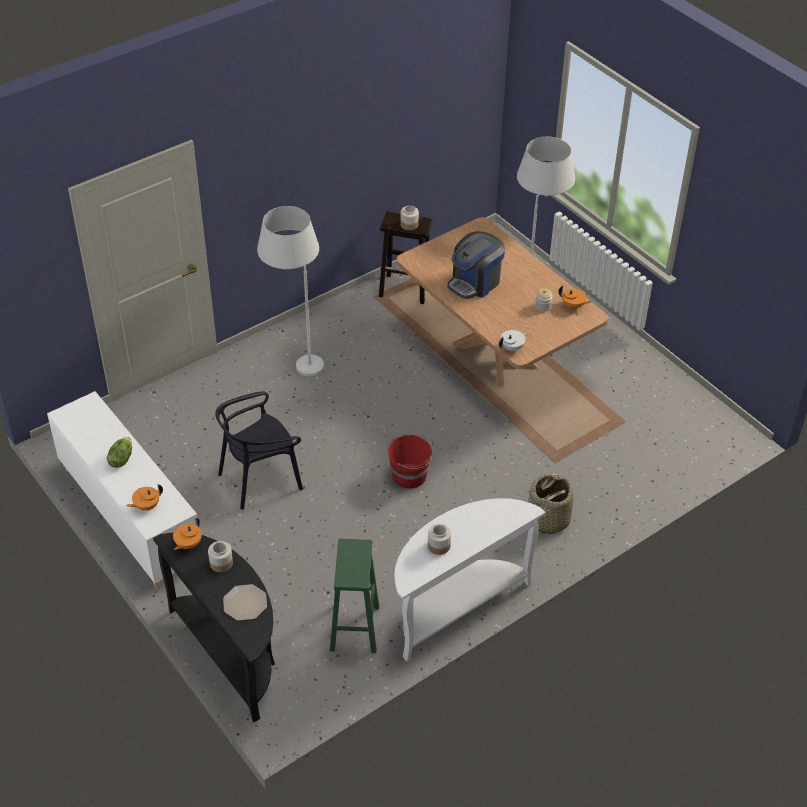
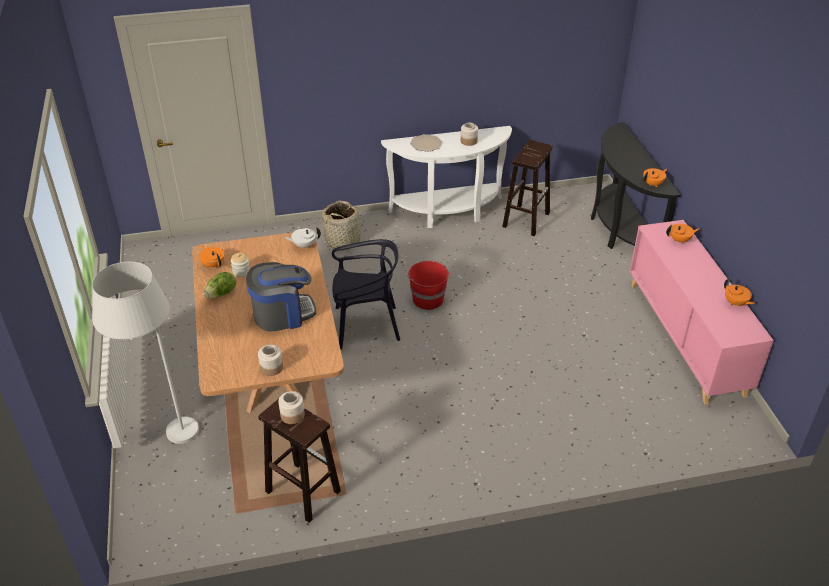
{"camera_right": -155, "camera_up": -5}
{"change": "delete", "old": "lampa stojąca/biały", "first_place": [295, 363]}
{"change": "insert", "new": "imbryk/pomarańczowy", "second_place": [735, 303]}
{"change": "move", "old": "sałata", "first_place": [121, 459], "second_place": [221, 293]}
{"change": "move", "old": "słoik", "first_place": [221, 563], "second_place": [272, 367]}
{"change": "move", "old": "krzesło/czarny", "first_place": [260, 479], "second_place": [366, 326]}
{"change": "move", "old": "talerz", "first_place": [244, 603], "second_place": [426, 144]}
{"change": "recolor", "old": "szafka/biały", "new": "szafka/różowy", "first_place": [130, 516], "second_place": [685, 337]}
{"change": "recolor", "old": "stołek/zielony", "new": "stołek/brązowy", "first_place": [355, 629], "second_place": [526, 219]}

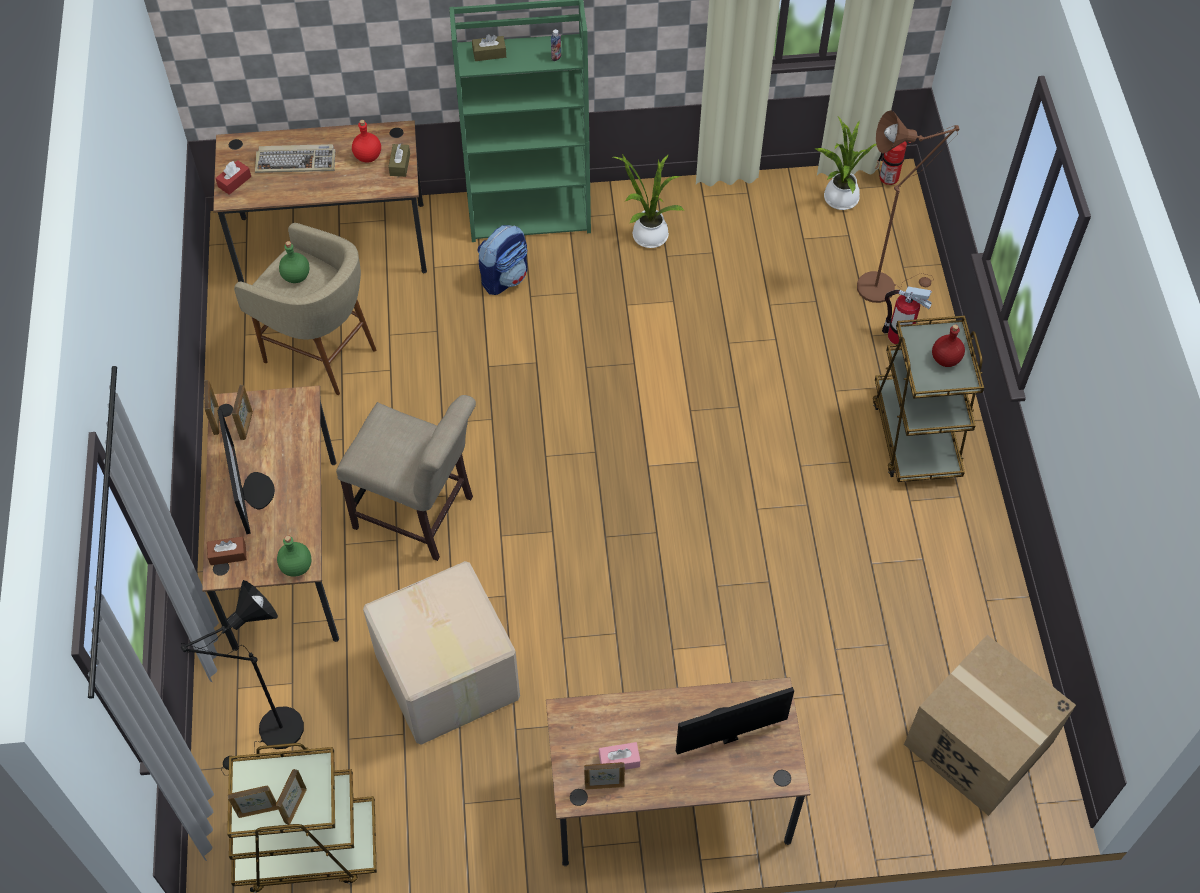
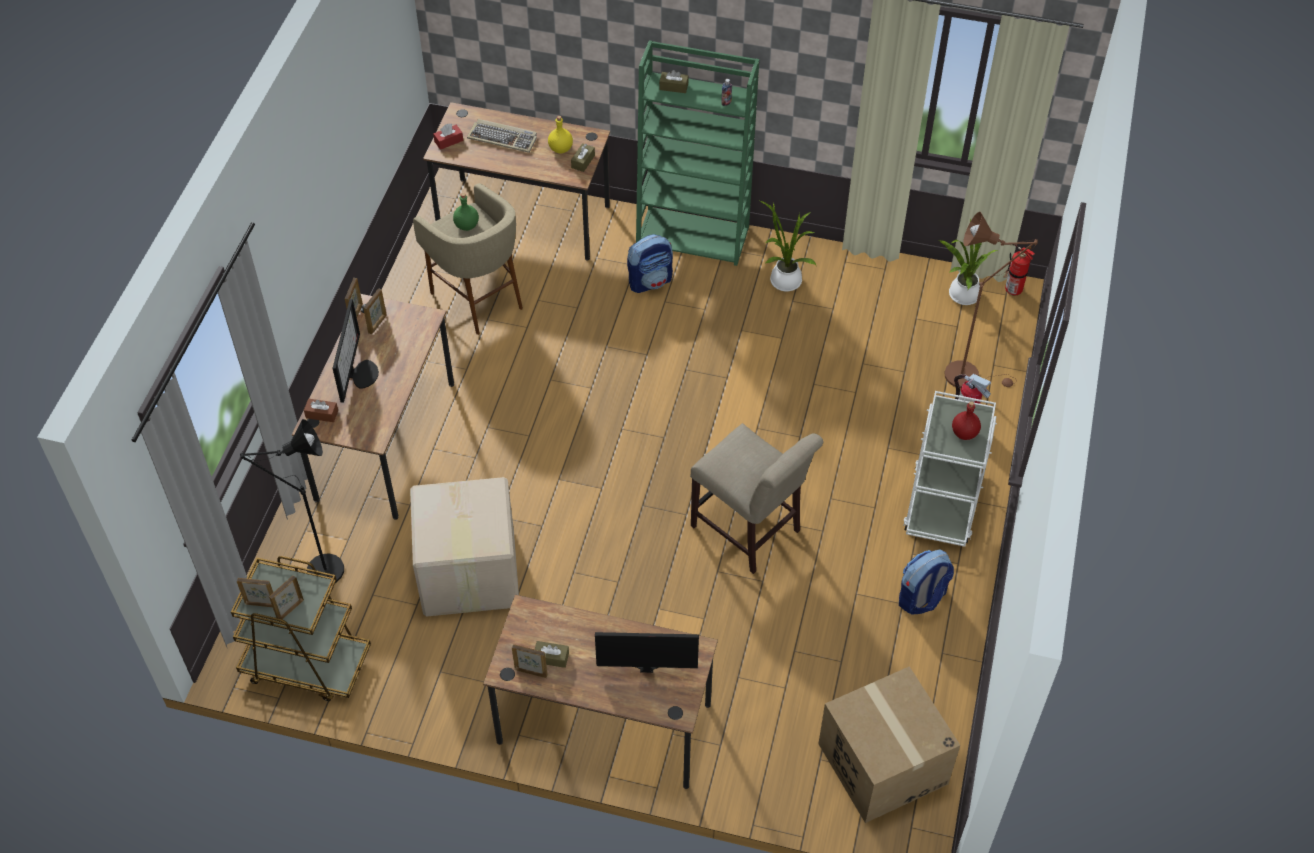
{"camera_right": 20, "camera_up": -5}
{"change": "delete", "old": "butelka/zielony", "first_place": [297, 566]}
{"change": "insert", "new": "plecak", "second_place": [921, 598]}
{"change": "move", "old": "krzesło/beżowy", "first_place": [419, 515], "second_place": [750, 532]}
{"change": "recolor", "old": "butelka/czerwony", "new": "butelka/żółty", "first_place": [368, 156], "second_place": [561, 148]}
{"change": "recolor", "old": "pudełko chusteczek/różowy", "new": "pudełko chusteczek/brązowy", "first_place": [619, 760], "second_place": [551, 657]}
{"change": "recolor", "old": "wózek/brązowy", "new": "wózek/biały", "first_place": [915, 435], "second_place": [942, 503]}

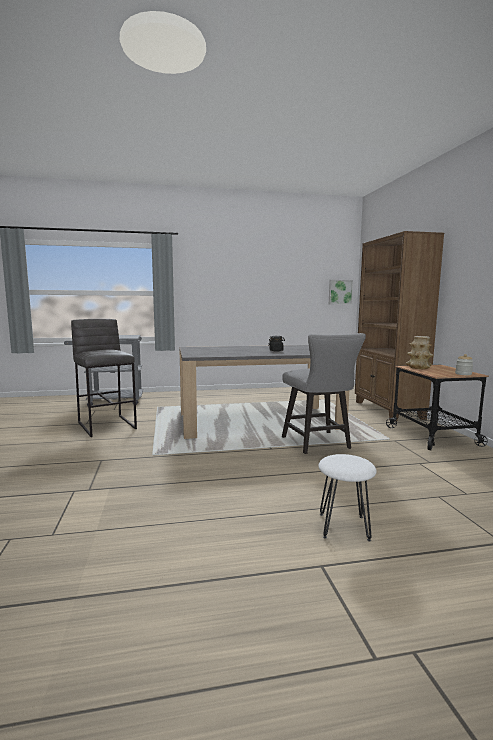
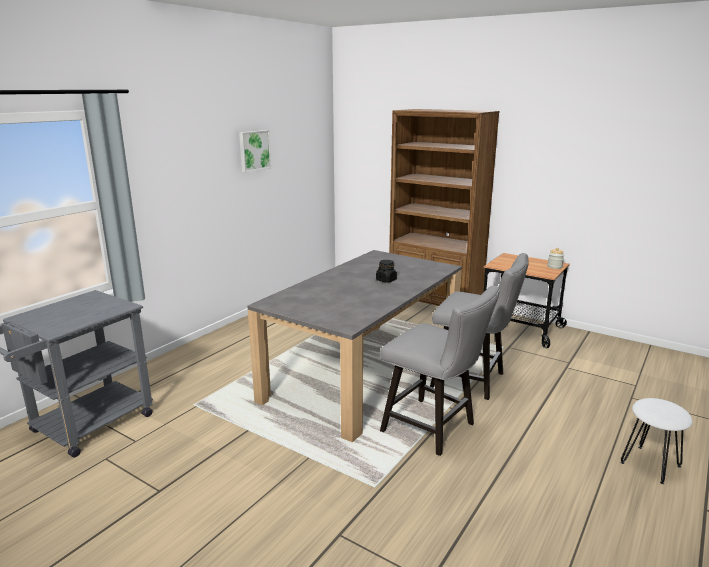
{"camera_right": -45, "camera_up": 10}
{"change": "delete", "old": "stołek/szary", "first_place": [107, 425]}
{"change": "delete", "old": "wazon", "first_place": [418, 368]}
{"change": "insert", "new": "krzesło/szary", "second_place": [434, 429]}
{"change": "move", "old": "obraz", "first_place": [340, 292], "second_place": [254, 150]}

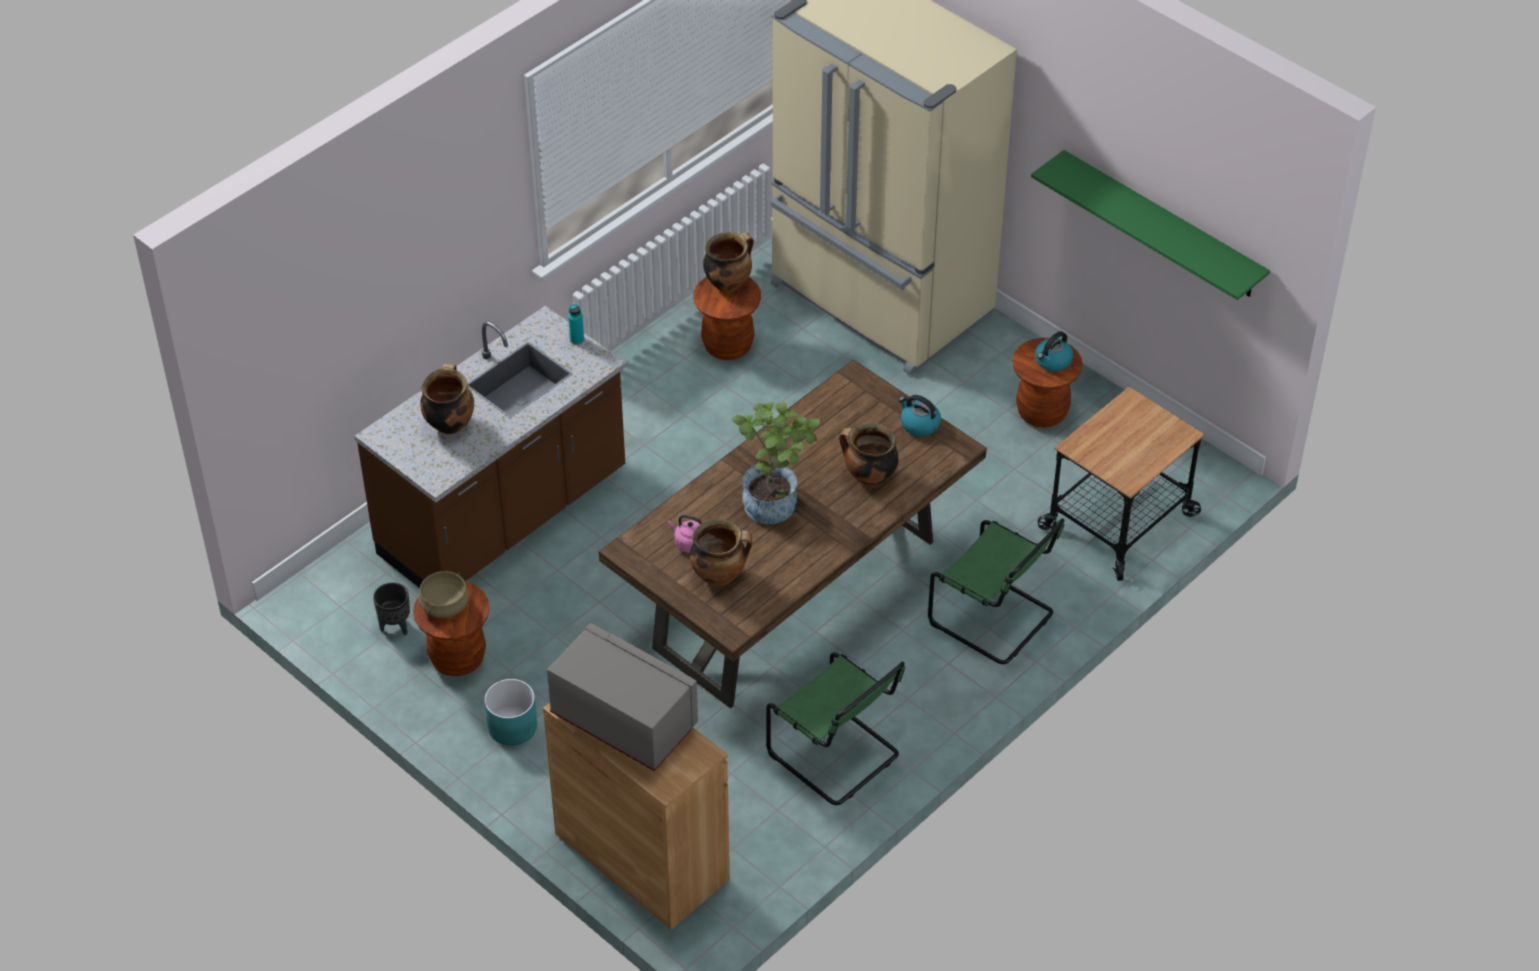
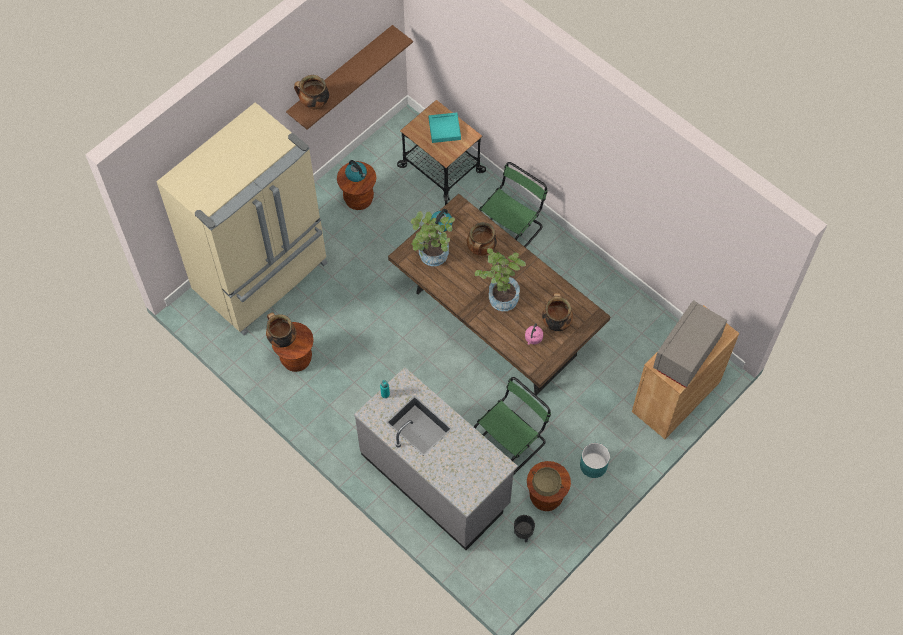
{"camera_right": -90, "camera_up": 15}
{"change": "insert", "new": "roślina doniczkowa", "second_place": [432, 258]}
{"change": "insert", "new": "taca/turkusowy", "second_place": [444, 129]}
{"change": "move", "old": "garnek", "first_place": [449, 423], "second_place": [314, 104]}
{"change": "move", "old": "krzesło/zielony", "first_place": [837, 756], "second_place": [511, 441]}
{"change": "recolor", "old": "zabudowa kuchenna/brązowy", "new": "zabudowa kuchenna/szary", "first_place": [504, 516], "second_place": [436, 479]}
{"change": "recolor", "old": "półka/zielony", "new": "półka/brązowy", "first_place": [1162, 225], "second_place": [341, 75]}

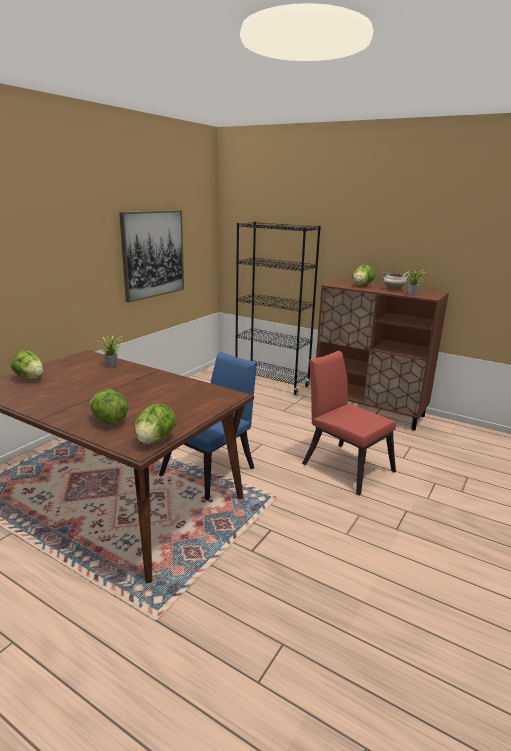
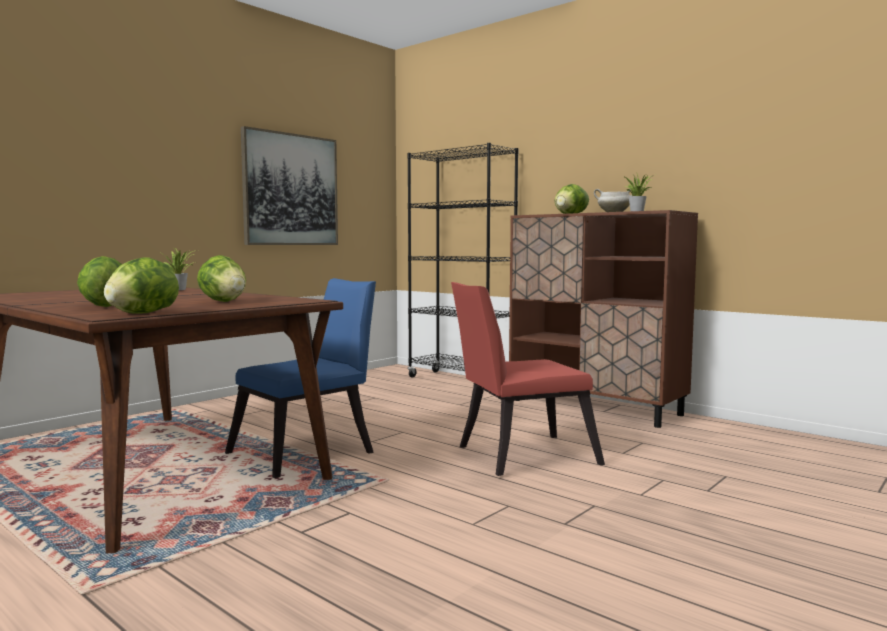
{"camera_right": 10, "camera_up": -15}
{"change": "move", "old": "sałata", "first_place": [30, 378], "second_place": [224, 301]}
{"change": "rotate", "old": "krzesło/czerwony", "first_place": [344, 465], "second_place": [518, 455], "degrees": -75}

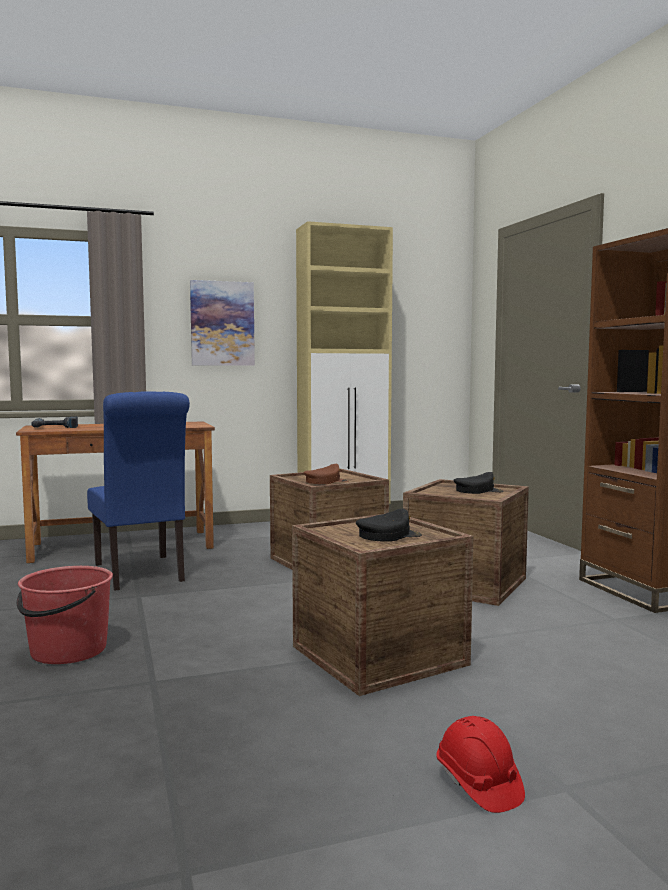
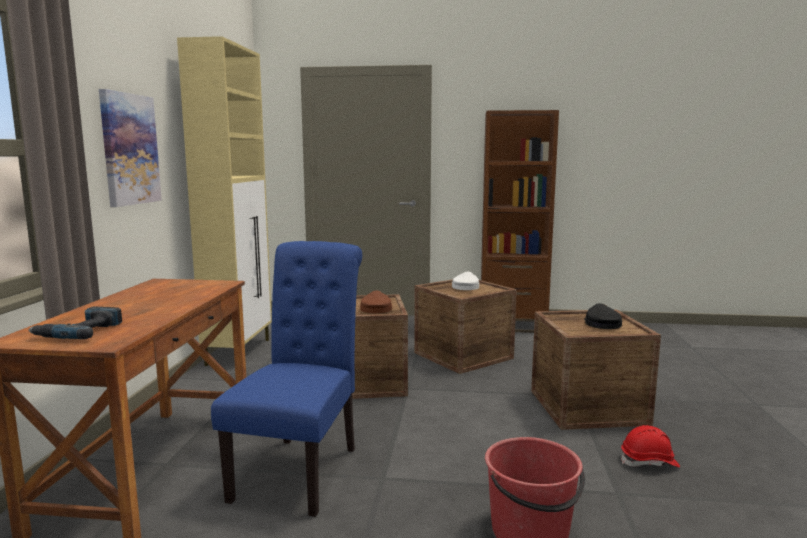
{"camera_right": -65, "camera_up": 5}
{"change": "move", "old": "kask/czerwony", "first_place": [478, 784], "second_place": [649, 462]}
{"change": "recolor", "old": "czapka z daszkiem/czarny", "new": "czapka z daszkiem/biały", "first_place": [478, 491], "second_place": [465, 287]}
{"change": "rotate", "old": "krzesło/niebieski", "first_place": [141, 574], "second_place": [301, 468], "degrees": -75}

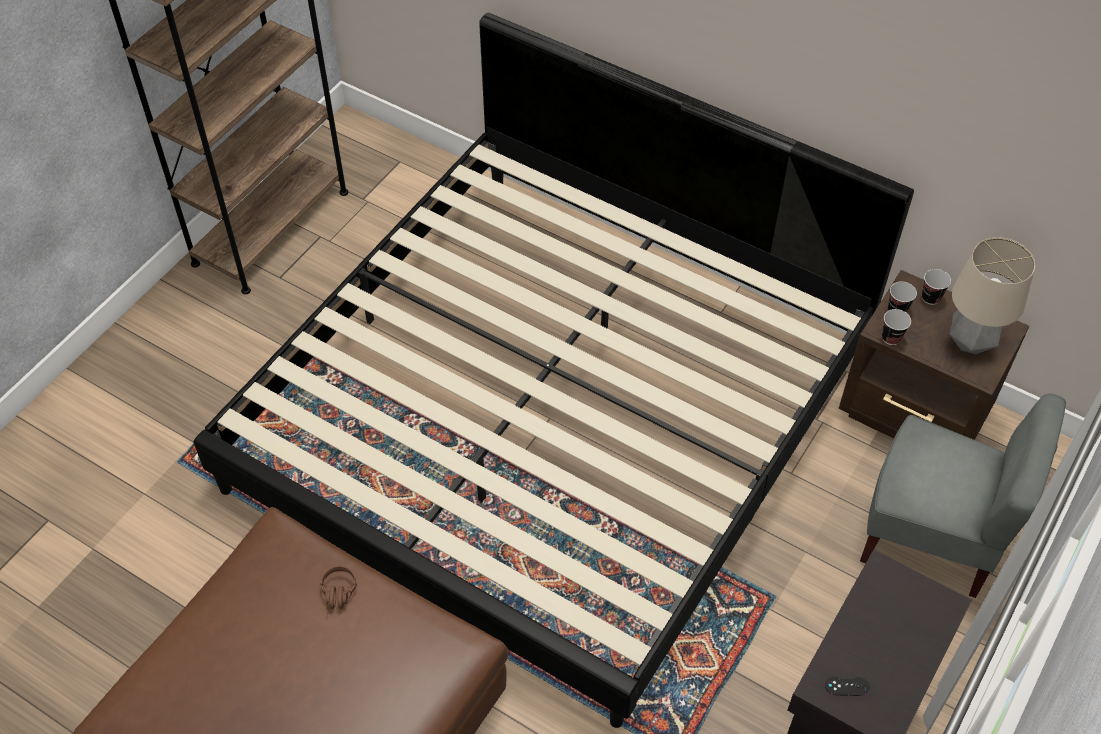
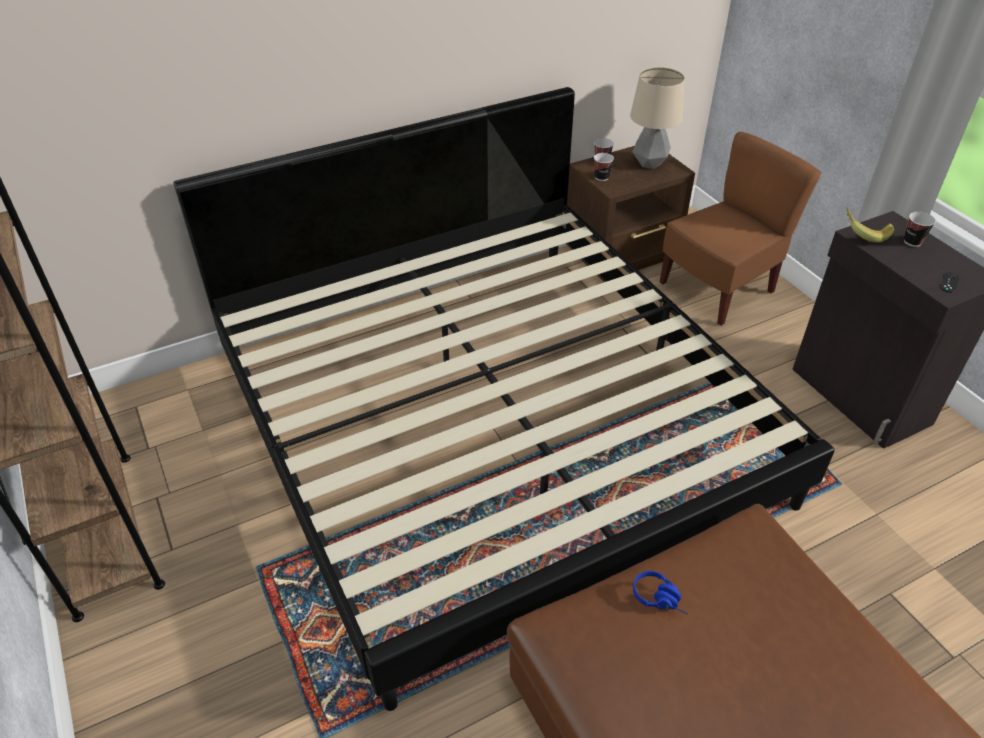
{"camera_right": -60, "camera_up": -10}
{"change": "insert", "new": "banan", "second_place": [864, 233]}
{"change": "move", "old": "filiżanka", "first_place": [891, 338], "second_place": [912, 242]}
{"change": "recolor", "old": "słuchawki/brązowy", "new": "słuchawki/niebieski", "first_place": [338, 597], "second_place": [661, 599]}
{"change": "recolor", "old": "krzesło/szary", "new": "krzesło/brązowy", "first_place": [932, 536], "second_place": [718, 289]}

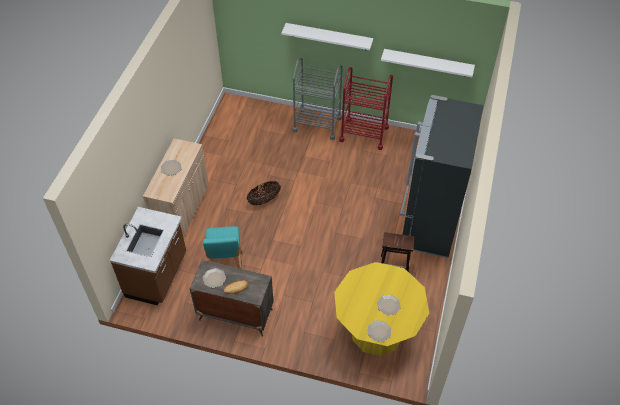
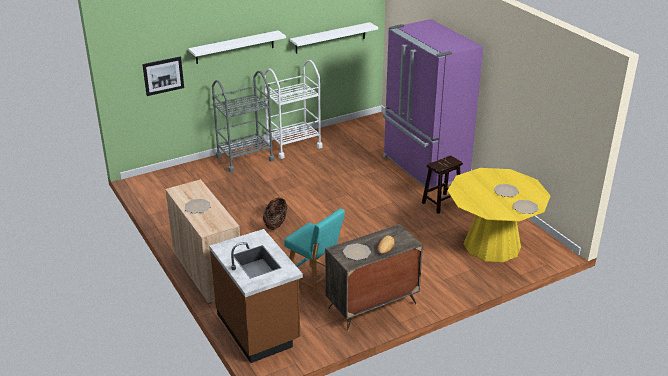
{"camera_right": -45, "camera_up": -20}
{"change": "insert", "new": "obraz", "second_place": [163, 76]}
{"change": "recolor", "old": "wózek/czerwony", "new": "wózek/biały", "first_place": [364, 134], "second_place": [293, 145]}
{"change": "recolor", "old": "lodówka/czarny", "new": "lodówka/fioletowy", "first_place": [428, 223], "second_place": [424, 168]}

